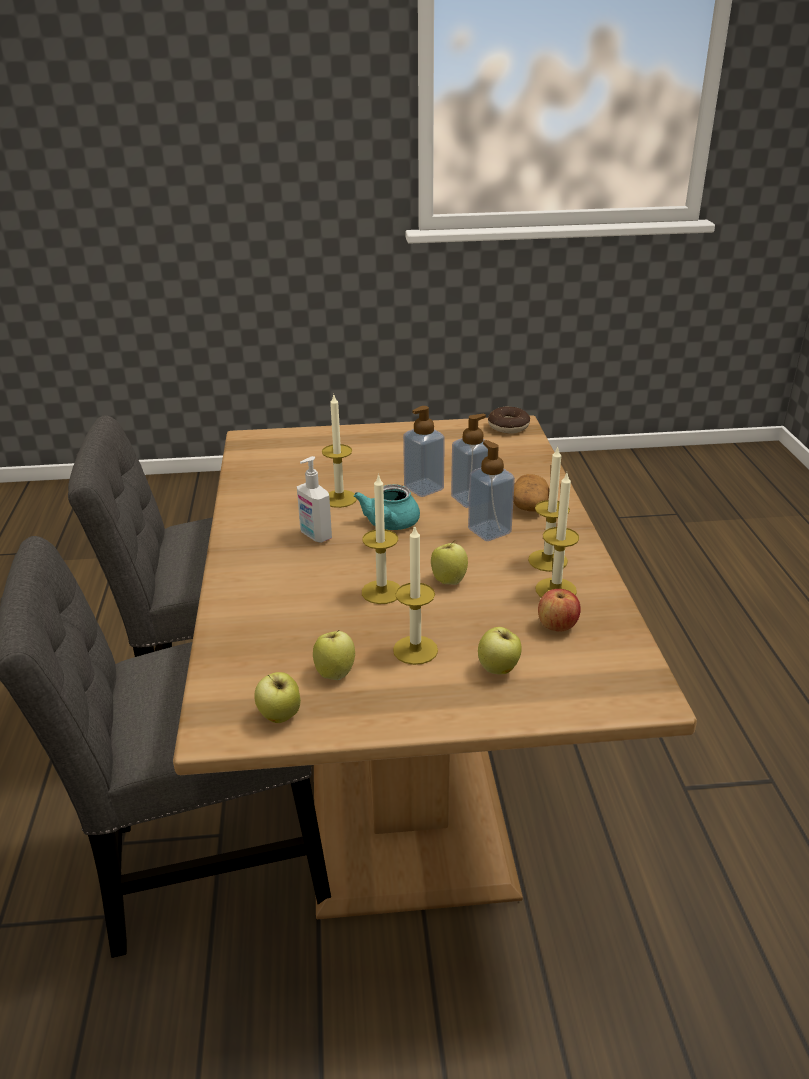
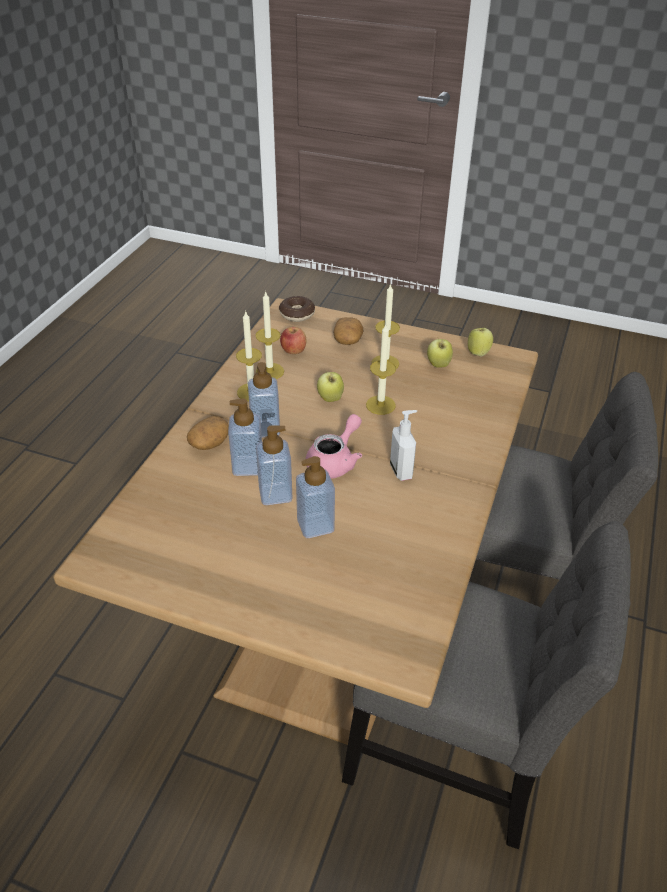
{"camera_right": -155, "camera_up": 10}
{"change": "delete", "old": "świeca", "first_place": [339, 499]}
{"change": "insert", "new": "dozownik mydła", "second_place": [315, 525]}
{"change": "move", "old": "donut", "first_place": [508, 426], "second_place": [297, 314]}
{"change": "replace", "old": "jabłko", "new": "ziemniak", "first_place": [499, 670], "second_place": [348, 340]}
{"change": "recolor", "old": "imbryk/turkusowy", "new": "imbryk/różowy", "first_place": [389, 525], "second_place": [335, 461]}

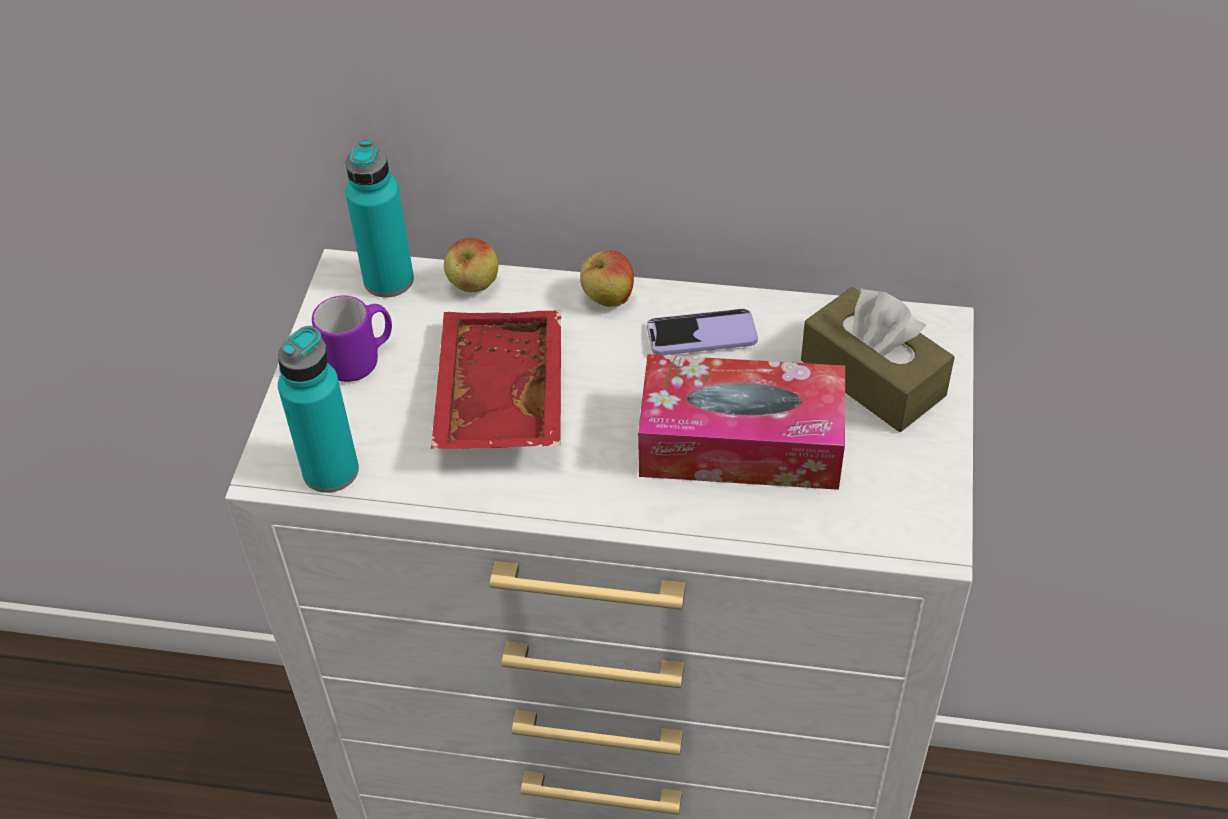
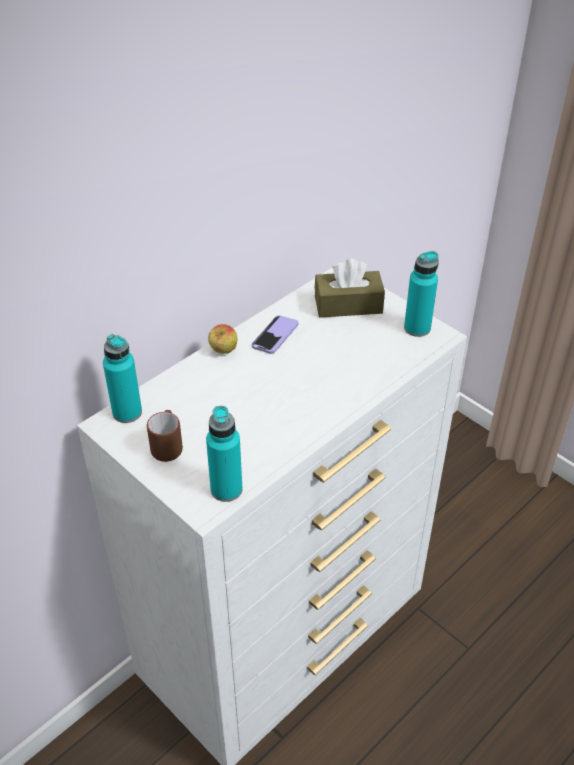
{"camera_right": -55, "camera_up": -5}
{"change": "delete", "old": "taca/czerwony", "first_place": [497, 397]}
{"change": "delete", "old": "jabłko", "first_place": [474, 287]}
{"change": "delete", "old": "pudełko chusteczek", "first_place": [740, 443]}
{"change": "insert", "new": "butelka/turkusowy", "second_place": [417, 328]}
{"change": "recolor", "old": "kubek/fioletowy", "new": "kubek/brązowy", "first_place": [360, 360], "second_place": [168, 446]}

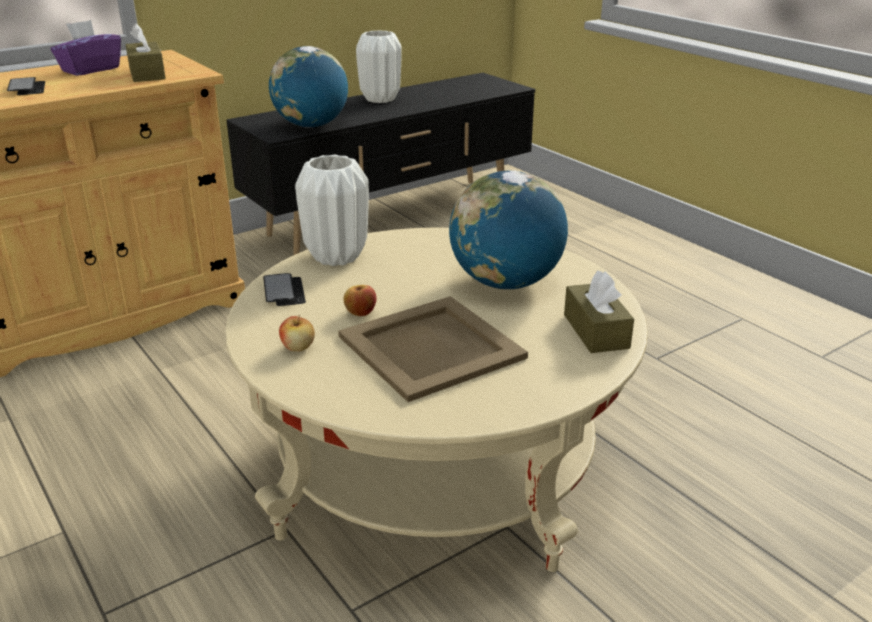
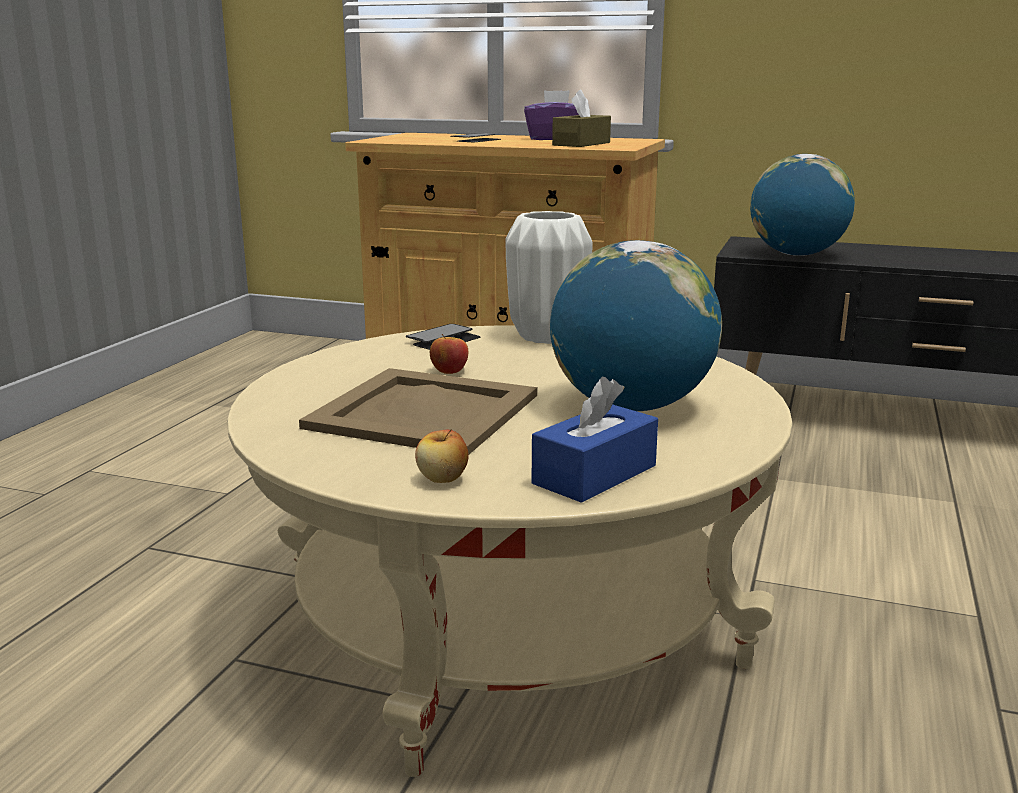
{"camera_right": 55, "camera_up": -10}
{"change": "delete", "old": "wazon/biały", "first_place": [380, 99]}
{"change": "move", "old": "jabłko", "first_place": [298, 347], "second_place": [443, 479]}
{"change": "recolor", "old": "pudełko chusteczek/brązowy", "new": "pudełko chusteczek/niebieski", "first_place": [596, 331], "second_place": [594, 474]}

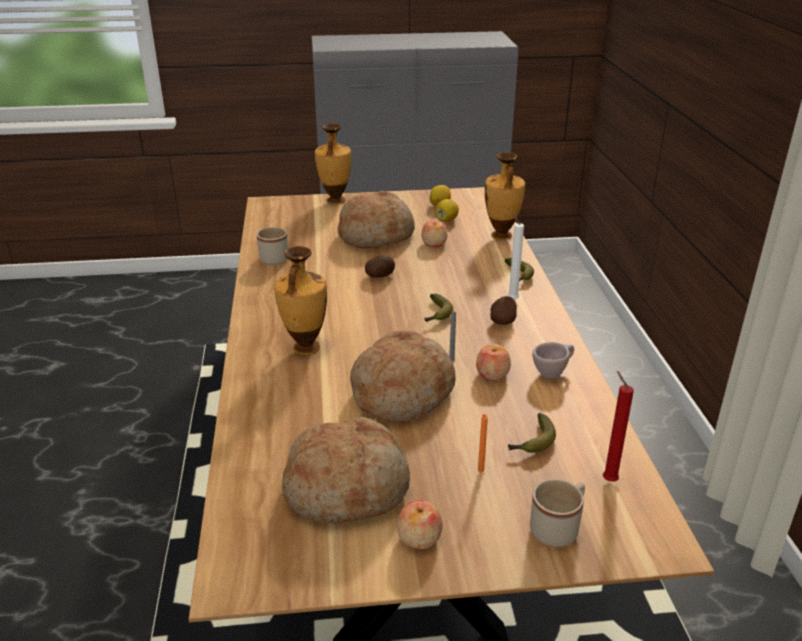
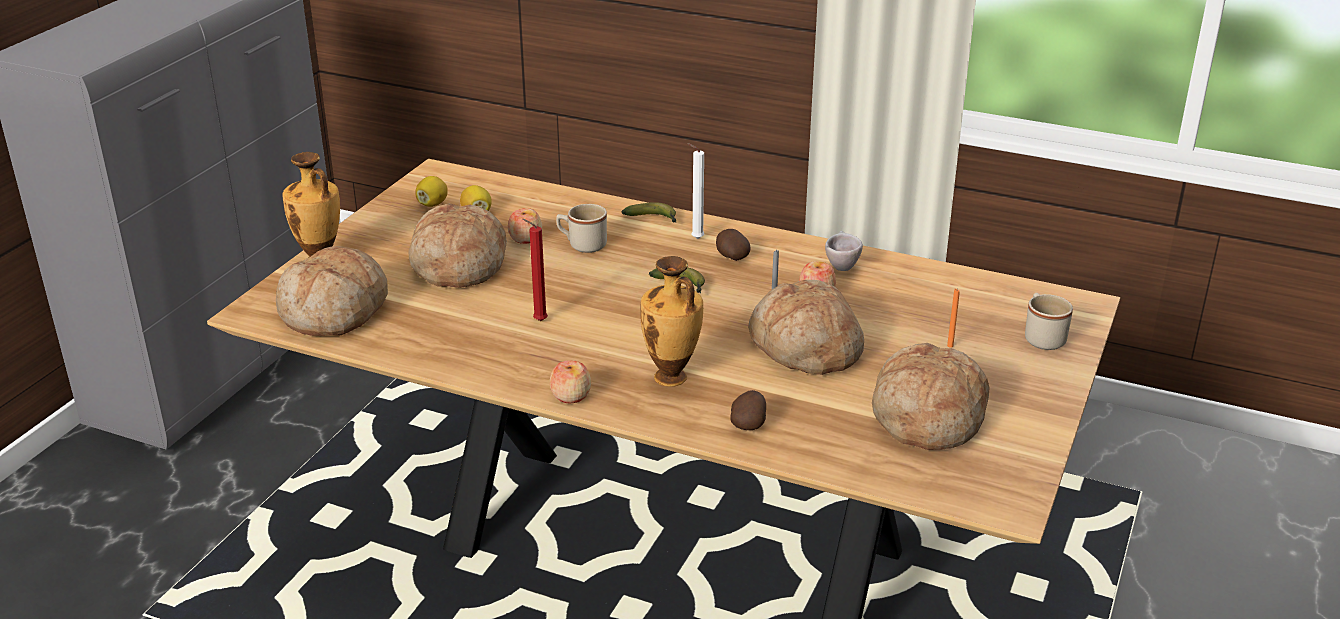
{"camera_right": -60, "camera_up": 0}
{"change": "delete", "old": "wazon", "first_place": [501, 236]}
{"change": "delete", "old": "banan", "first_place": [532, 442]}
{"change": "insert", "new": "chleb", "second_place": [335, 311]}
{"change": "move", "old": "kubek/beżowy", "first_place": [273, 258], "second_place": [582, 245]}
{"change": "move", "old": "ziemniak", "first_place": [380, 276], "second_place": [749, 424]}
{"change": "move", "old": "jabłko", "first_place": [419, 538], "second_place": [571, 396]}
{"change": "move", "old": "świeca/czerwony", "first_place": [607, 479], "second_place": [538, 321]}

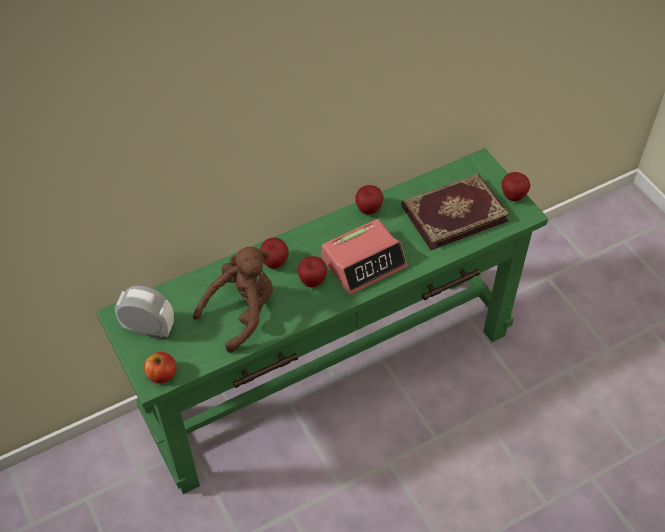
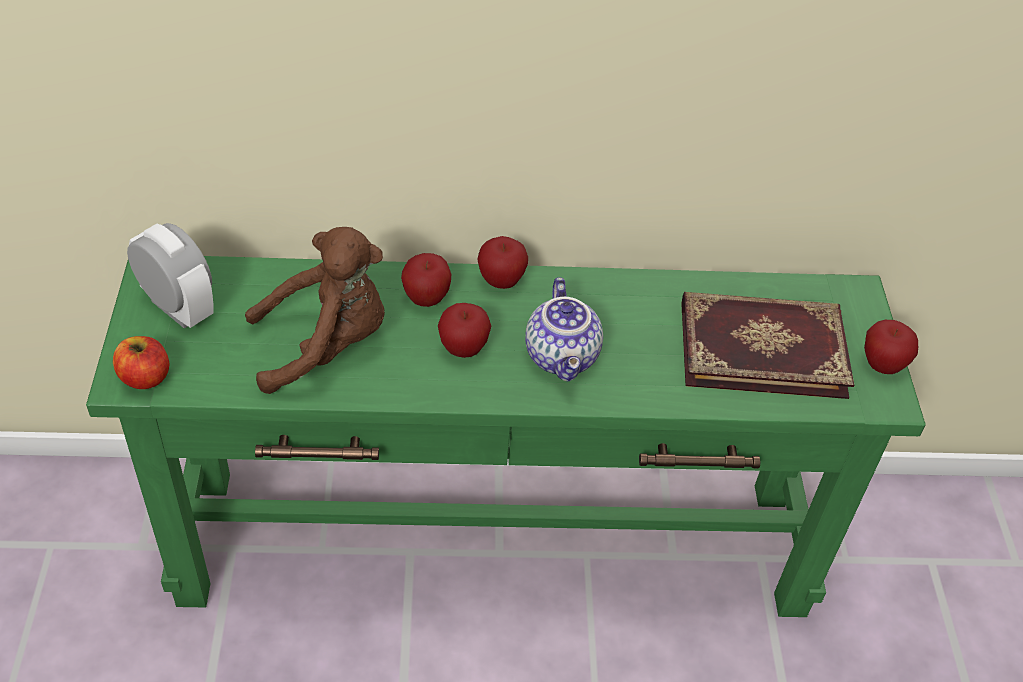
{"camera_right": 25, "camera_up": -5}
{"change": "move", "old": "jabłko", "first_place": [368, 210], "second_place": [501, 282]}
{"change": "replace", "old": "budzik", "new": "imbryk", "first_place": [364, 262], "second_place": [563, 357]}

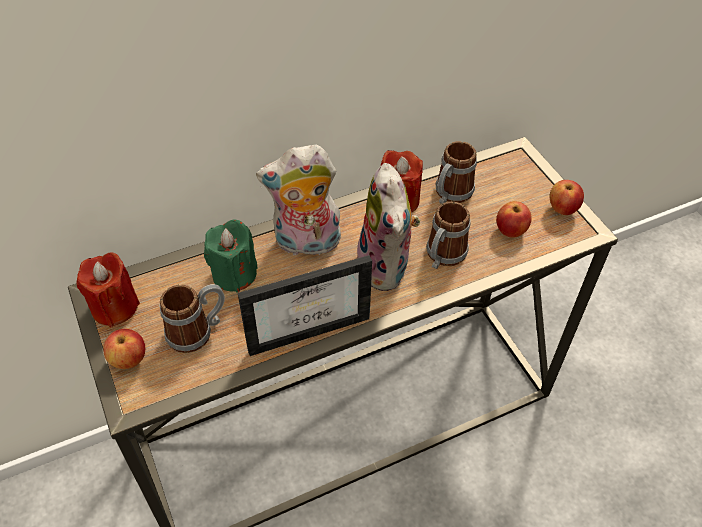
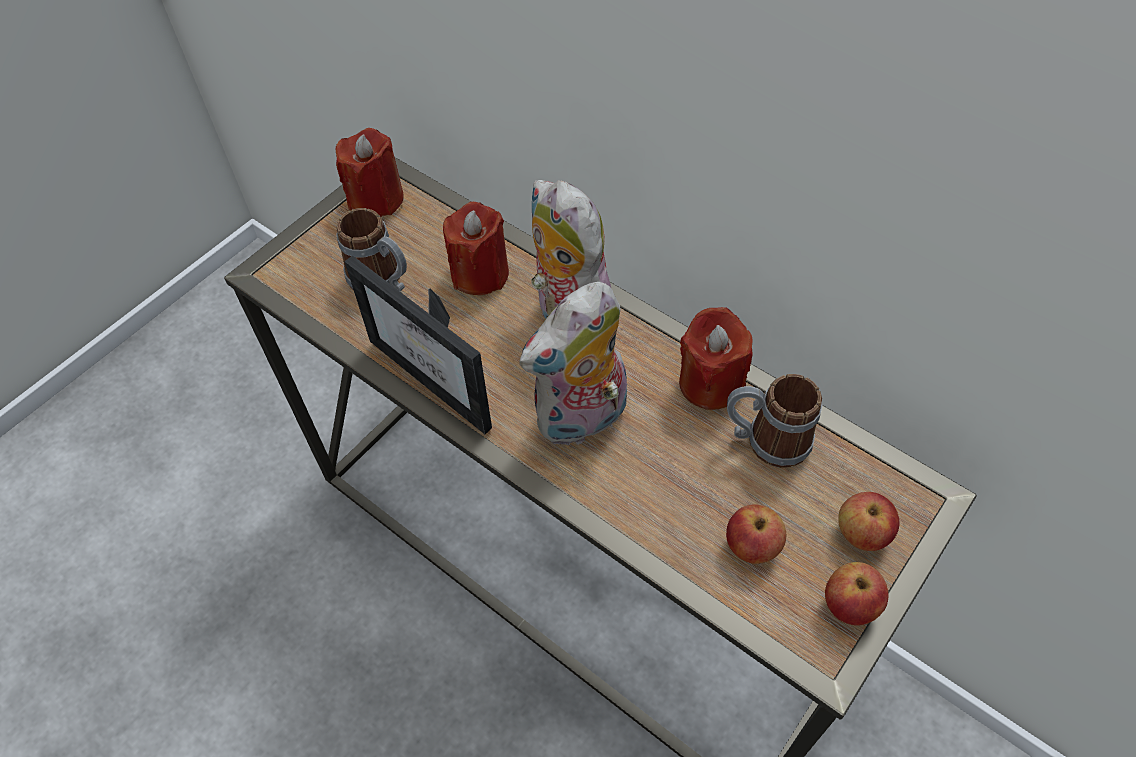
{"camera_right": 65, "camera_up": 5}
{"change": "delete", "old": "kubek", "first_place": [442, 257]}
{"change": "move", "old": "jabłko", "first_place": [129, 359], "second_place": [861, 533]}
{"change": "recolor", "old": "świeca/zielony", "new": "świeca/czerwony", "first_place": [234, 274], "second_place": [480, 274]}

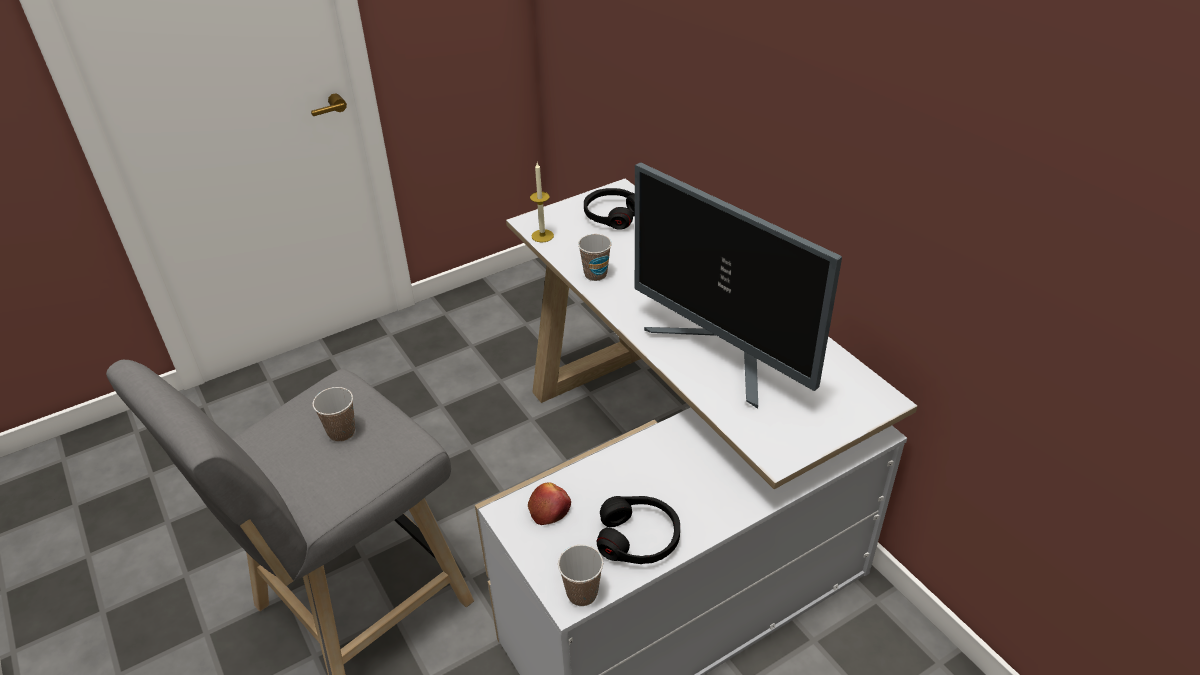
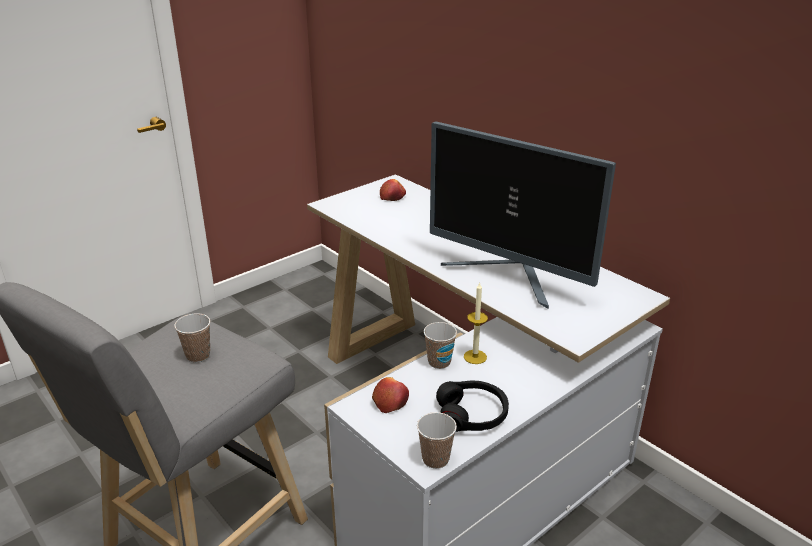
{"camera_right": -10, "camera_up": -10}
{"change": "move", "old": "świeca", "first_place": [542, 236], "second_place": [475, 357]}
{"change": "move", "old": "filiżanka", "first_place": [595, 274], "second_place": [439, 362]}
{"change": "replace", "old": "słuchawki/czarny", "new": "jabłko", "first_place": [613, 215], "second_place": [393, 196]}

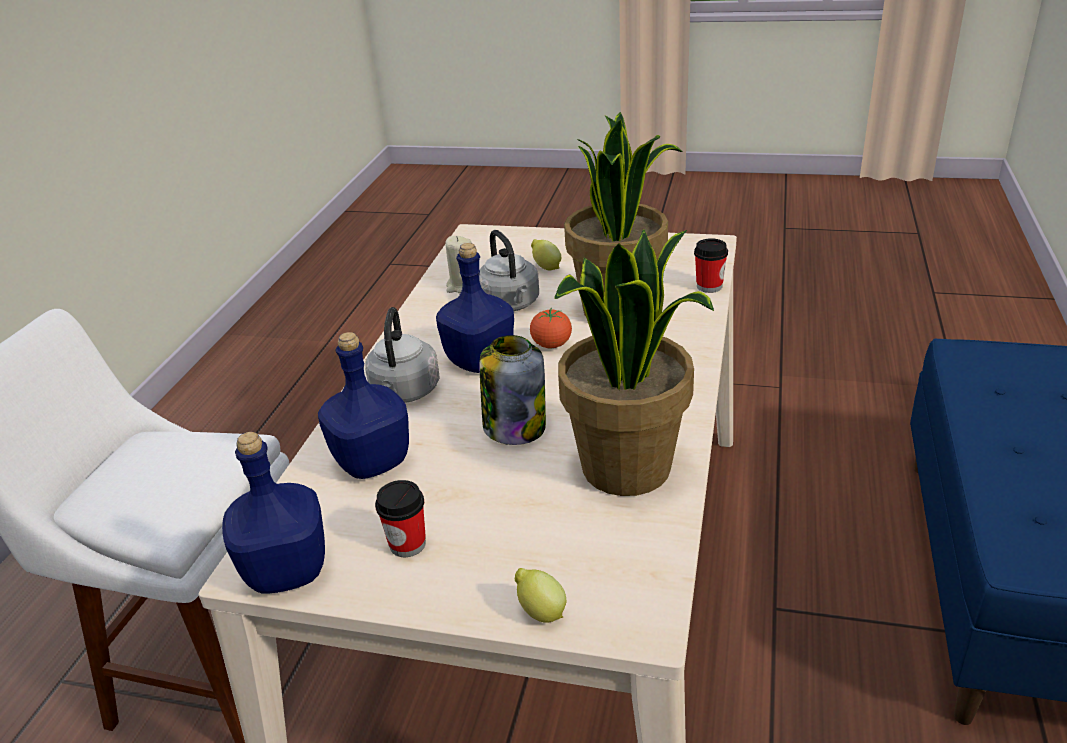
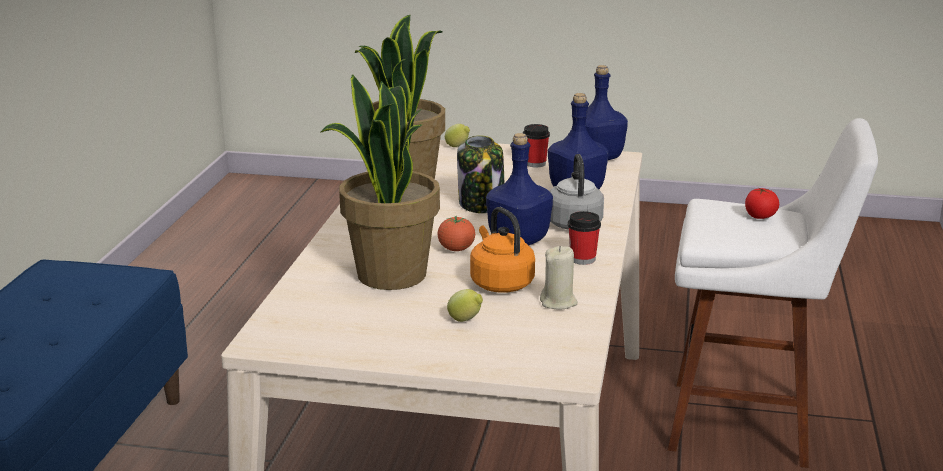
{"camera_right": 175, "camera_up": -10}
{"change": "insert", "new": "pomidor", "second_place": [760, 216]}
{"change": "move", "old": "filiżanka", "first_place": [709, 286], "second_place": [582, 259]}
{"change": "recolor", "old": "czajnik/szary", "new": "czajnik/pomarańczowy", "first_place": [511, 304], "second_place": [500, 283]}

